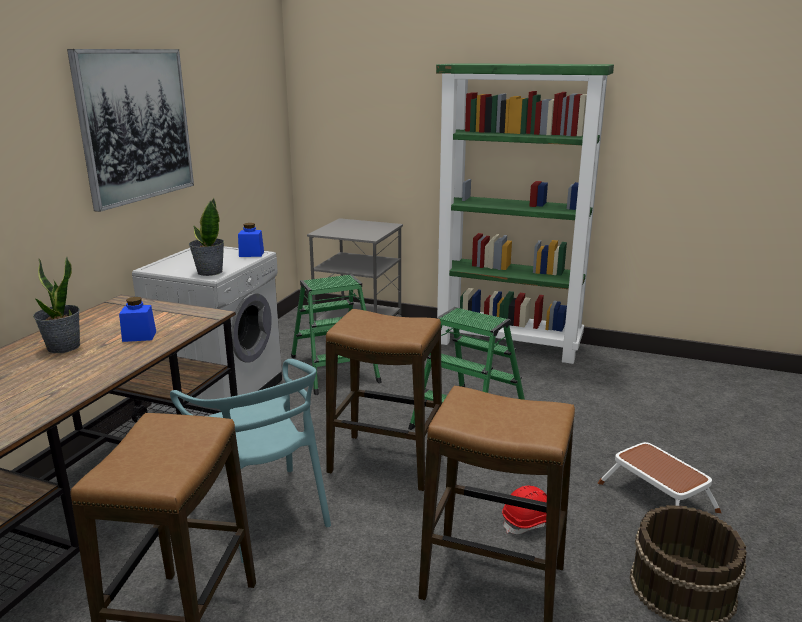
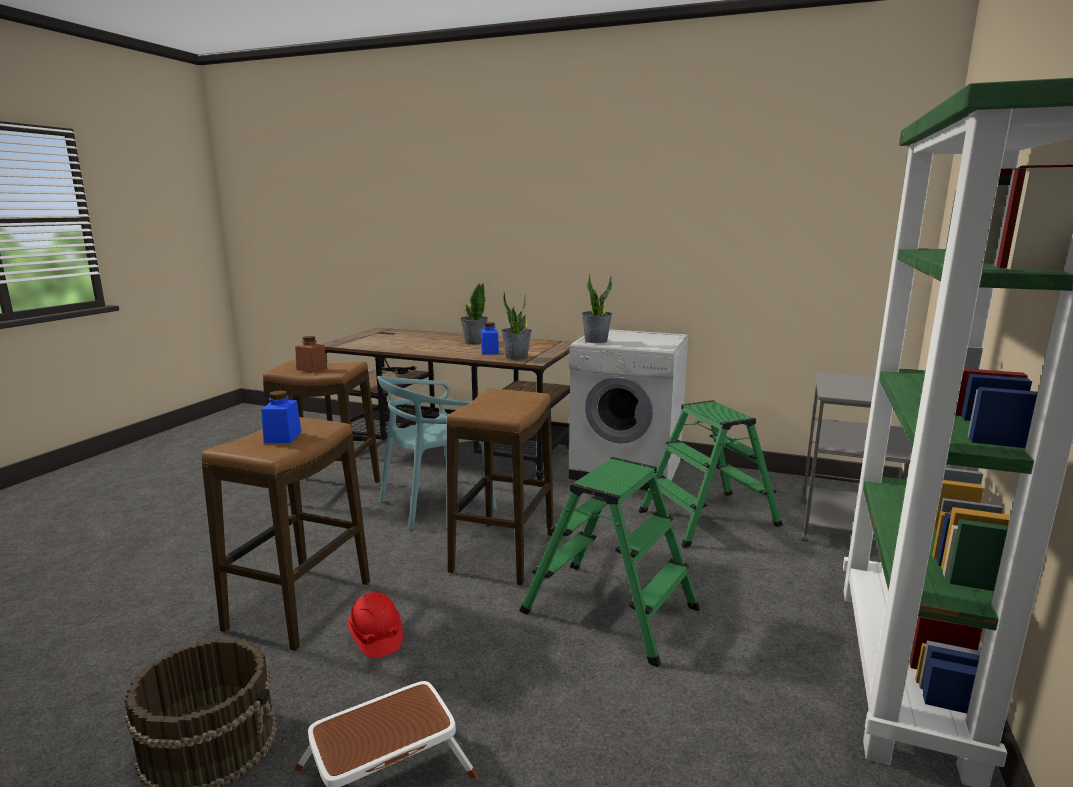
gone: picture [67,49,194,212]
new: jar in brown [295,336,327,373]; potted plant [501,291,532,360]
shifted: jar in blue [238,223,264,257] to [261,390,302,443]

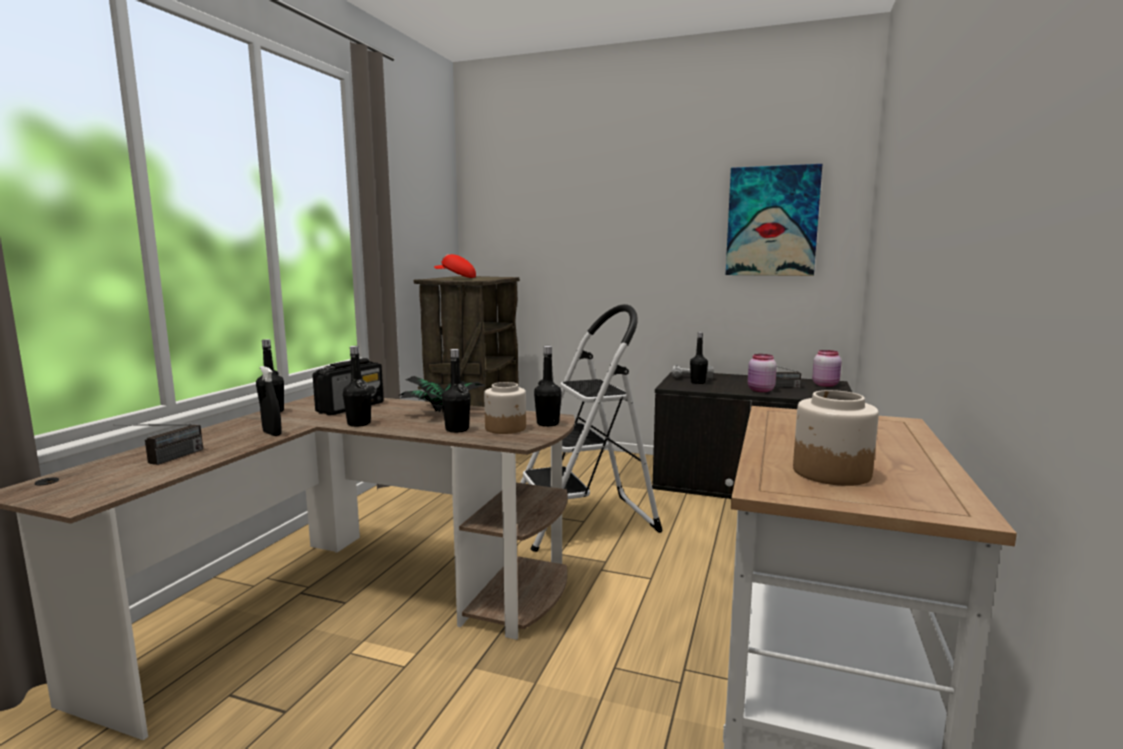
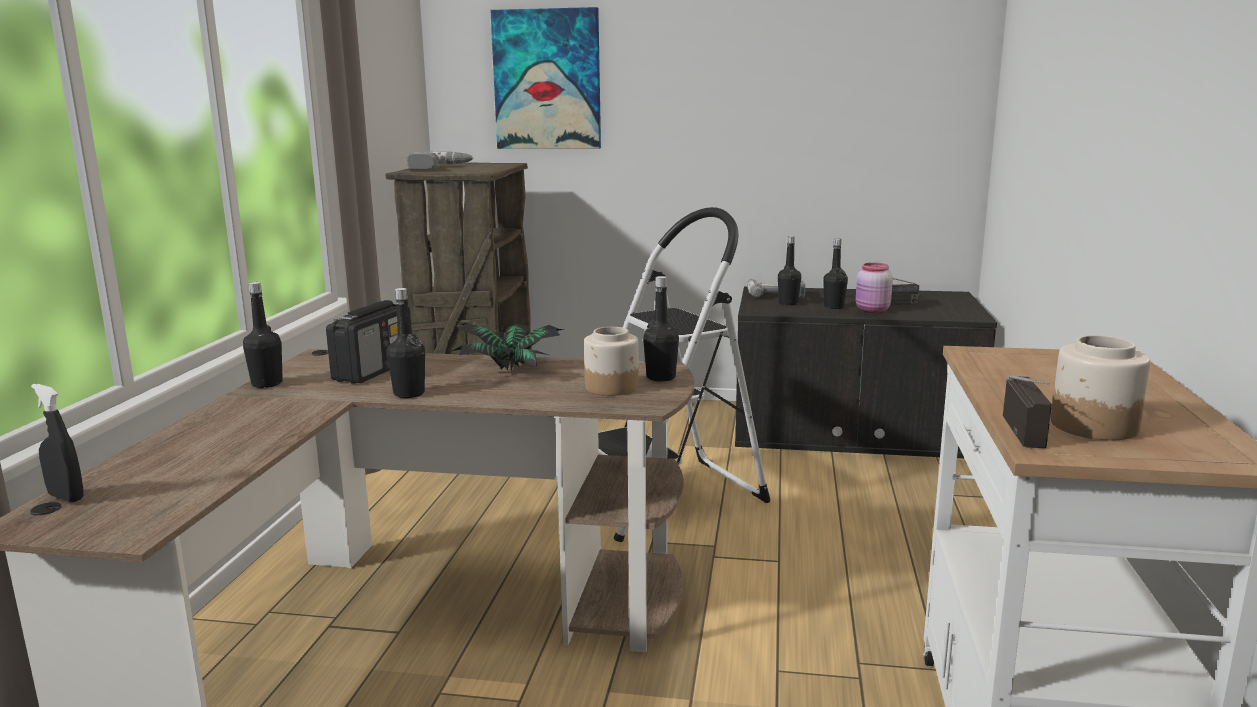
gone: jar in pink [812,350,841,387]
shifted: radio [113,423,203,465] to [1003,375,1052,448]; spray bottle in black [260,366,282,436] to [31,384,83,502]; bottle in black [442,349,471,433] to [823,239,848,309]; picture [726,164,822,276] to [490,7,601,149]
swapped: cap in red [434,254,476,278] to power drill [407,151,474,170]

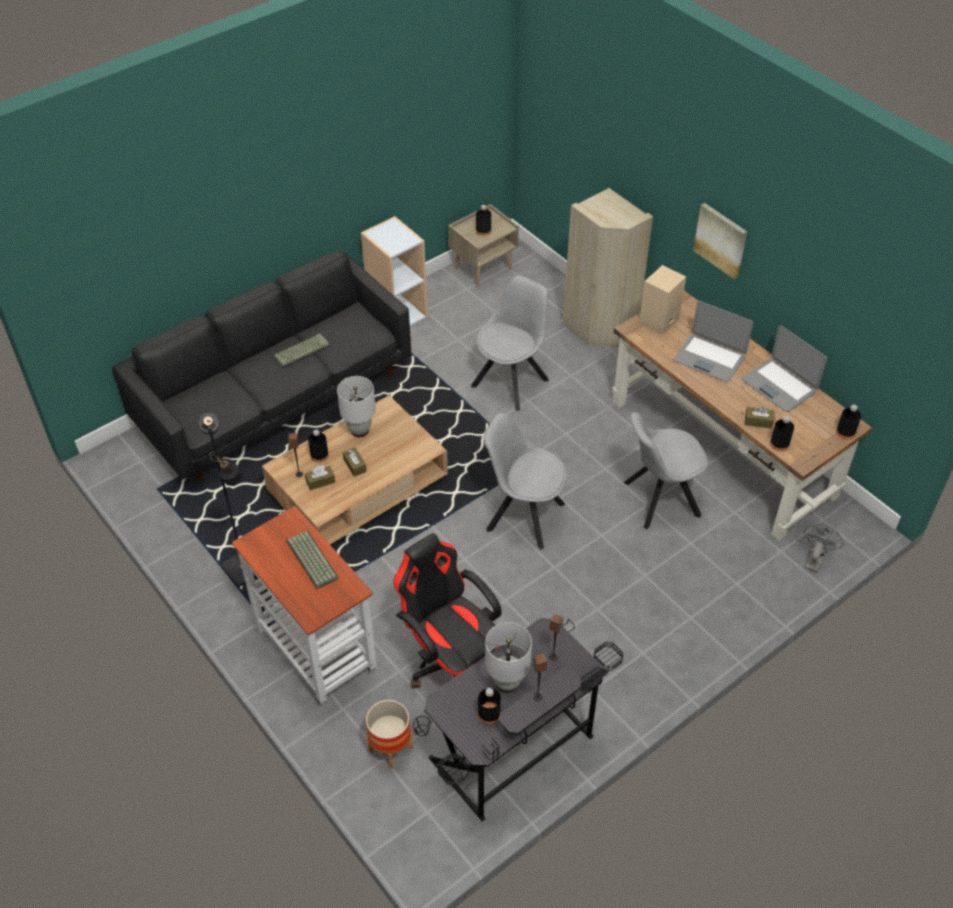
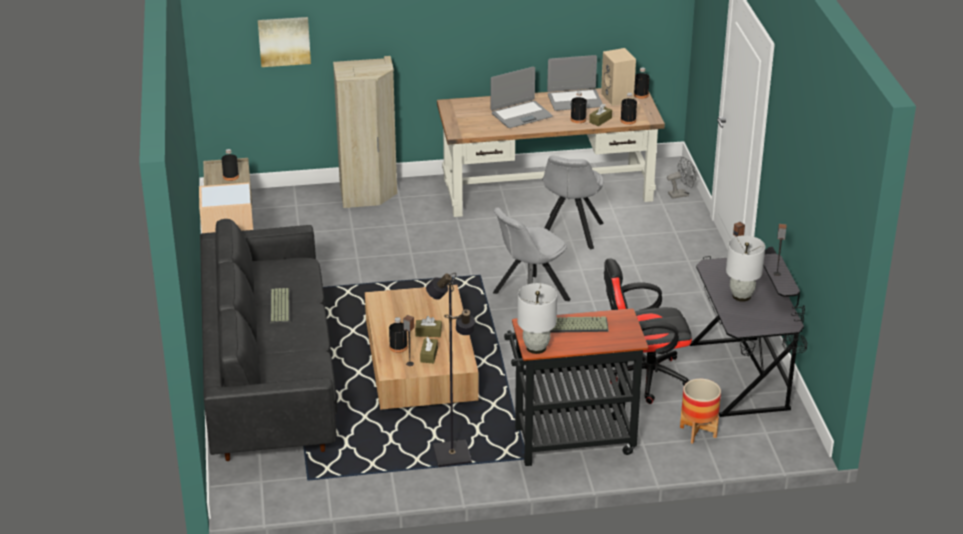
gone: chair in grey [471,276,549,411]
shifted: table lamp in white [337,376,376,437] to [517,283,557,354]; bottle in black [478,688,501,724] to [571,92,587,123]; speaker in beige [639,265,686,335] to [601,48,636,106]; picture [693,203,747,279] to [258,17,311,67]
repainted: cart in white [232,506,377,705] to cart in black [504,308,649,466]
rotated: fan in grey [804,524,844,573] = [667,157,696,199] 105 degrees clockwise

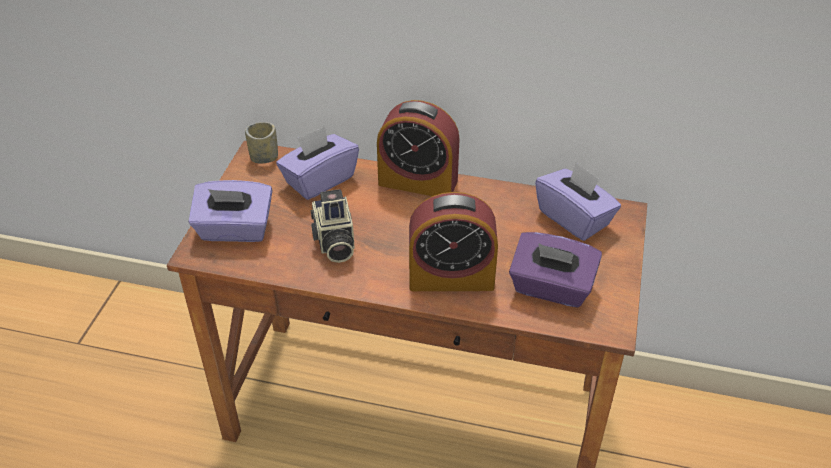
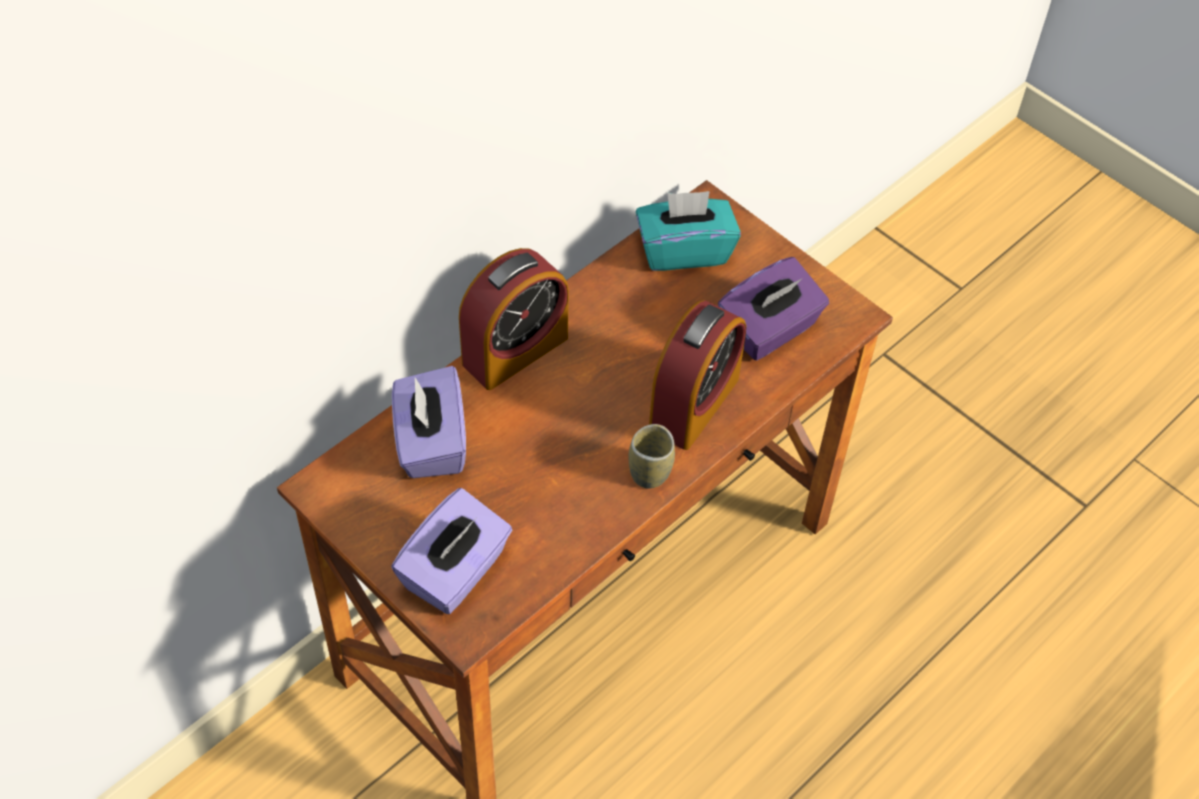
gone: photo camera [311,189,355,263]
shifted: cup [245,122,278,163] to [628,424,675,489]
repainted: tissue box in purple [535,162,621,241] to tissue box in turquoise [636,191,741,271]

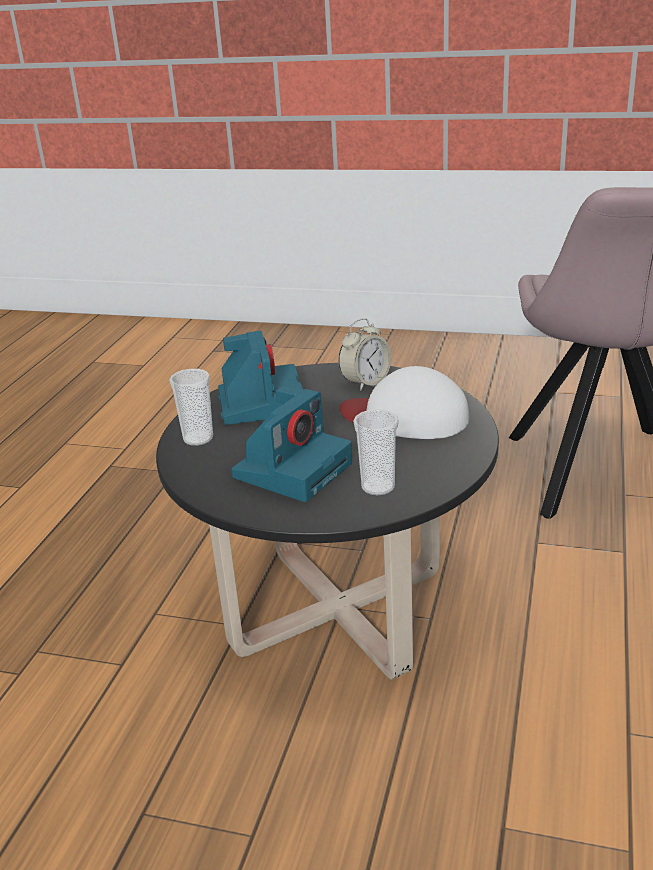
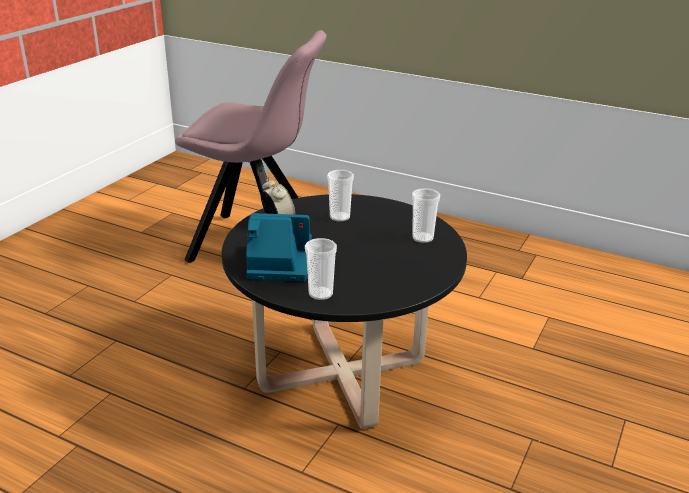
gone: photo camera [231,386,352,502]
swapped: cap in white [340,366,470,439] to cup [327,170,354,222]

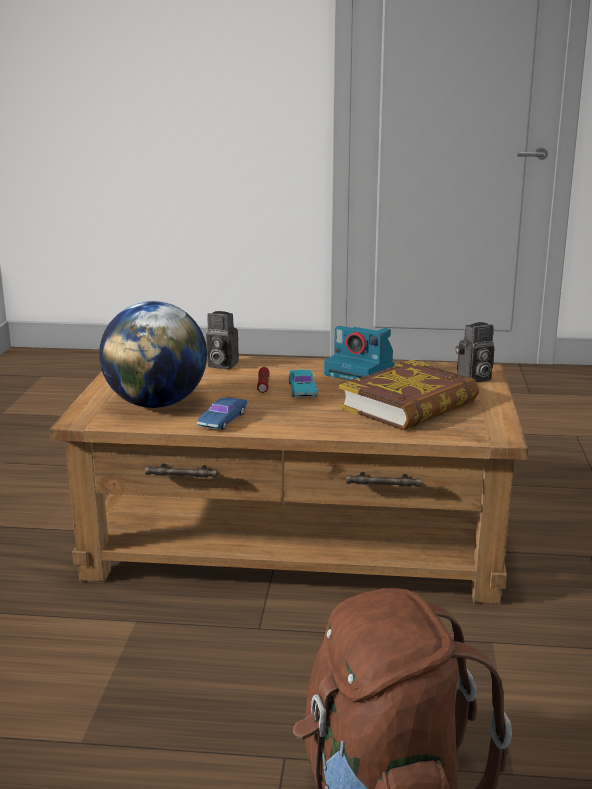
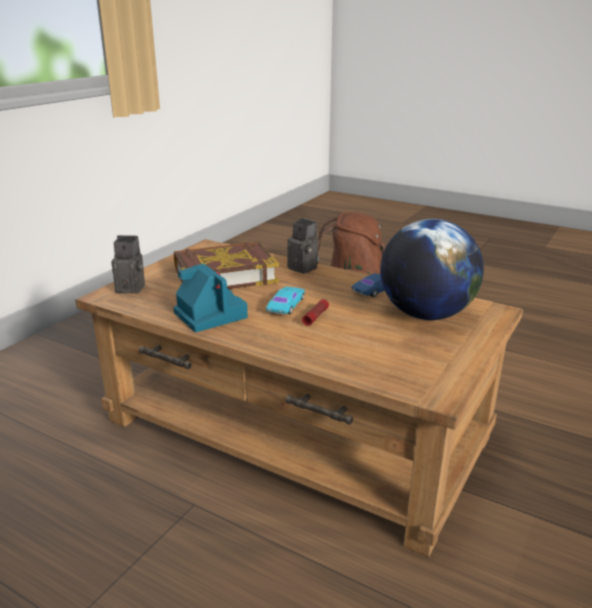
shifted: photo camera [206,311,239,369] to [287,218,318,274]

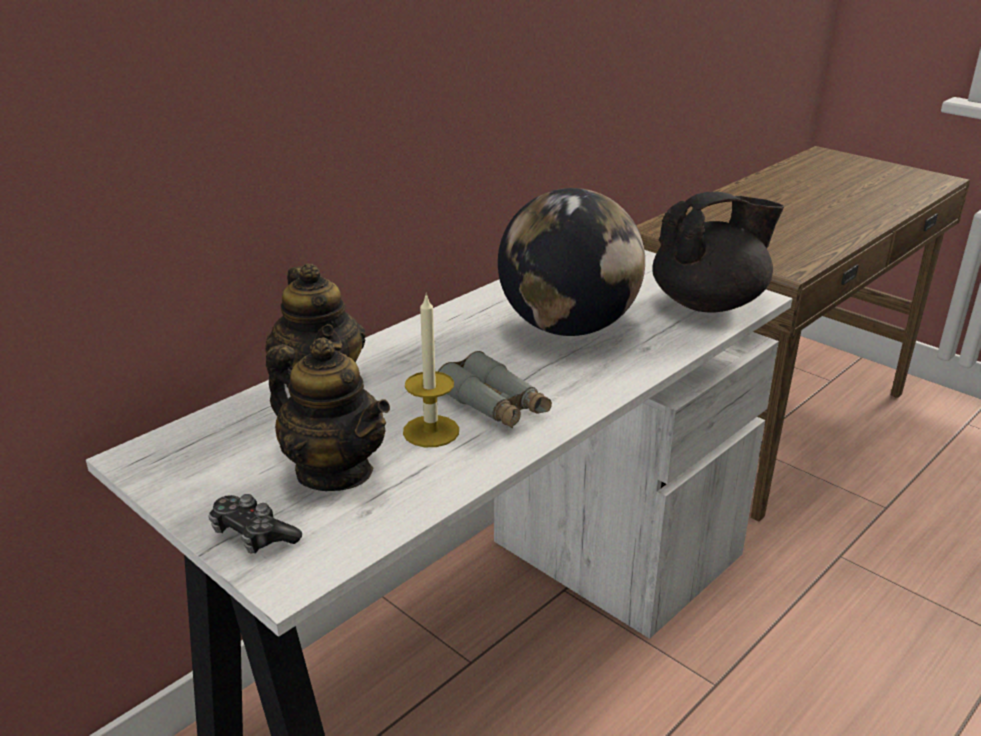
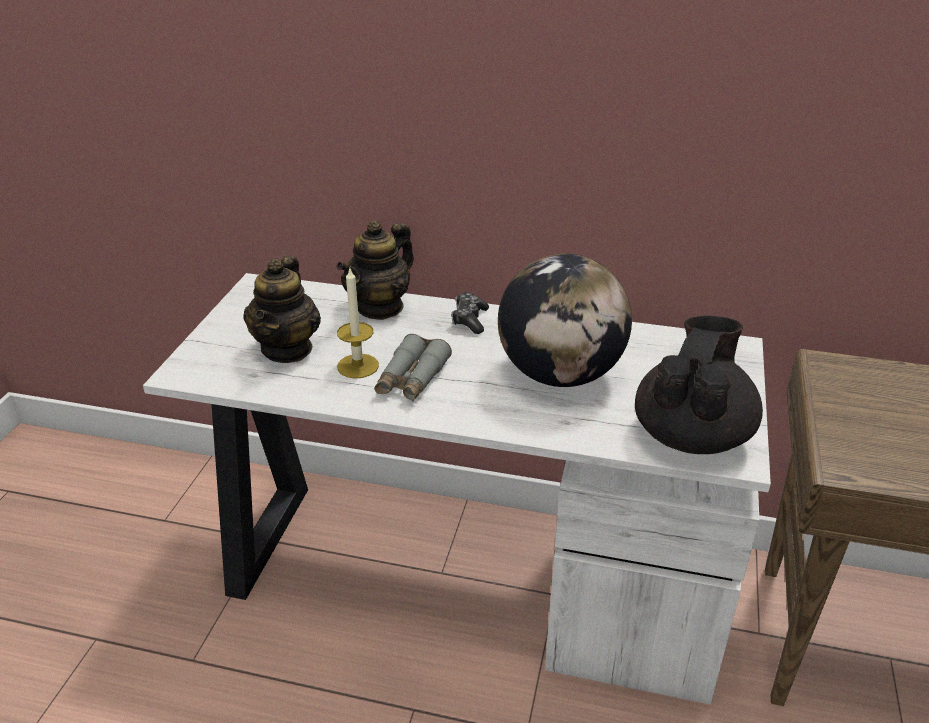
shifted: game controller [208,494,302,554] to [451,292,489,334]
rotated: teapot in black [652,192,784,313] = [635,316,763,454] 105 degrees counterclockwise

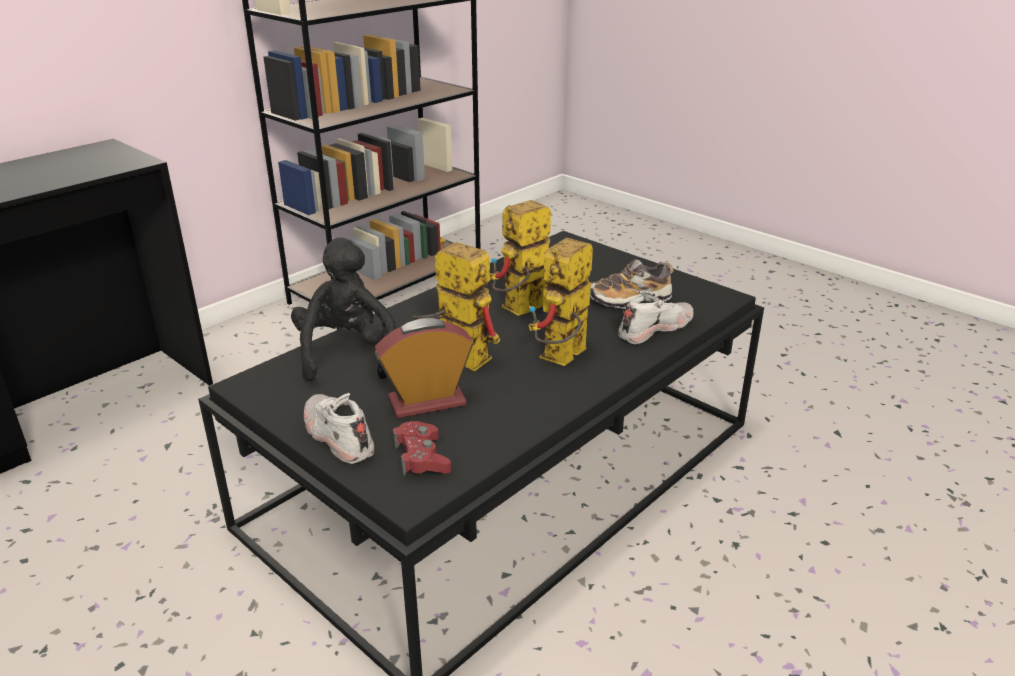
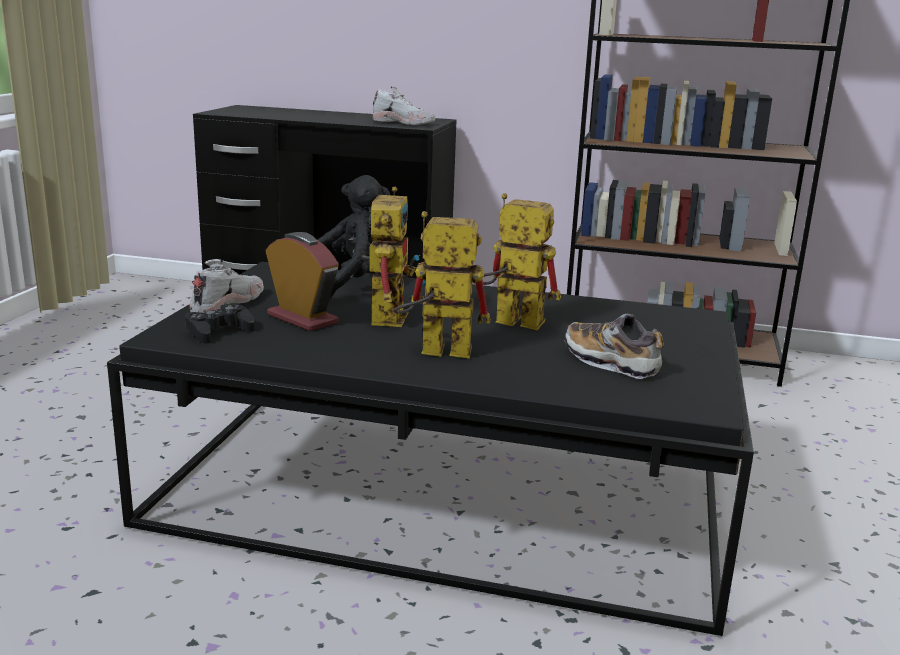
shifted: shoe in white [618,291,693,345] to [373,86,435,125]
repainted: game controller in red [393,421,451,477] to game controller in black [185,304,255,344]

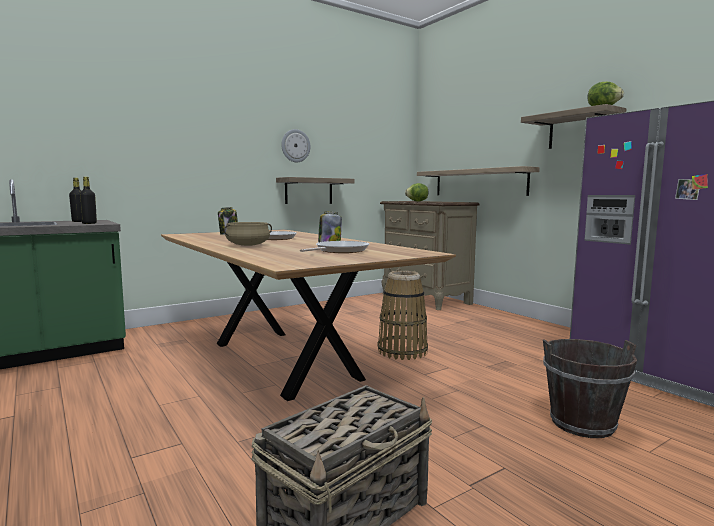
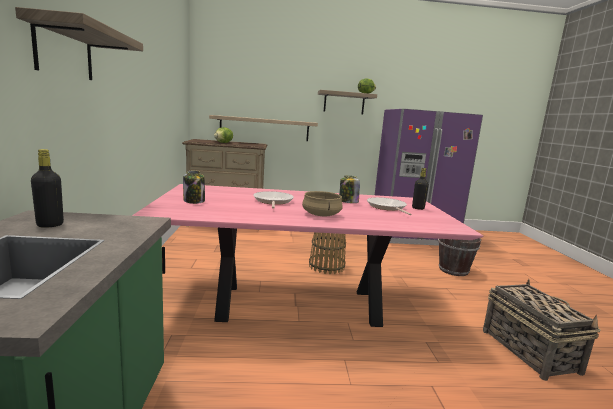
gone: wall clock [281,129,310,162]
shifted: bottle in black [79,177,97,224] to [412,168,429,210]; shelf [276,177,355,204] to [15,7,143,80]
repainted: dining table in brown [161,229,456,401] to dining table in pink [132,184,483,327]

